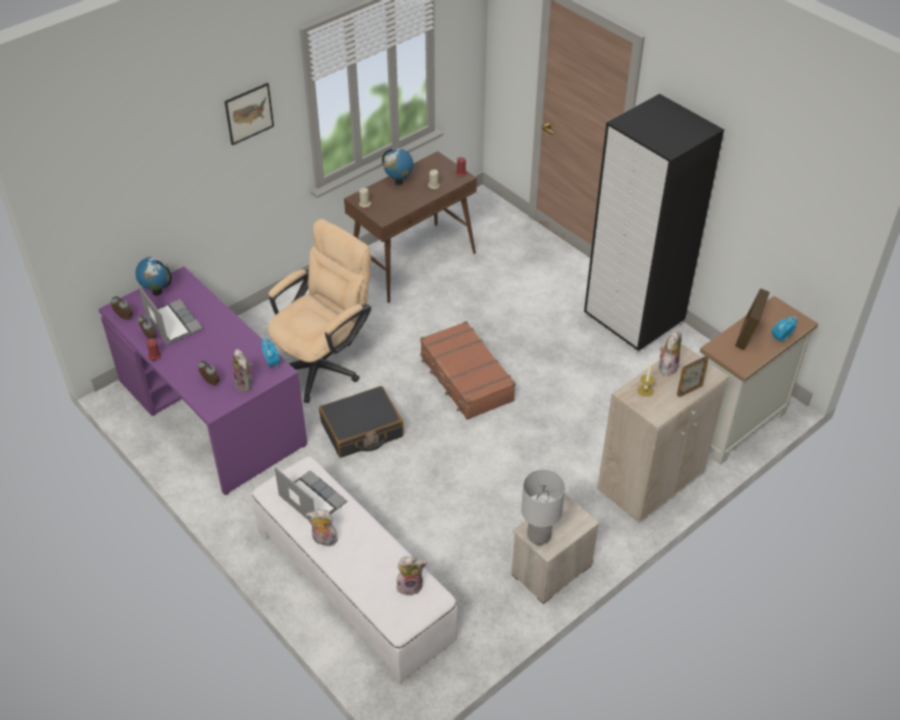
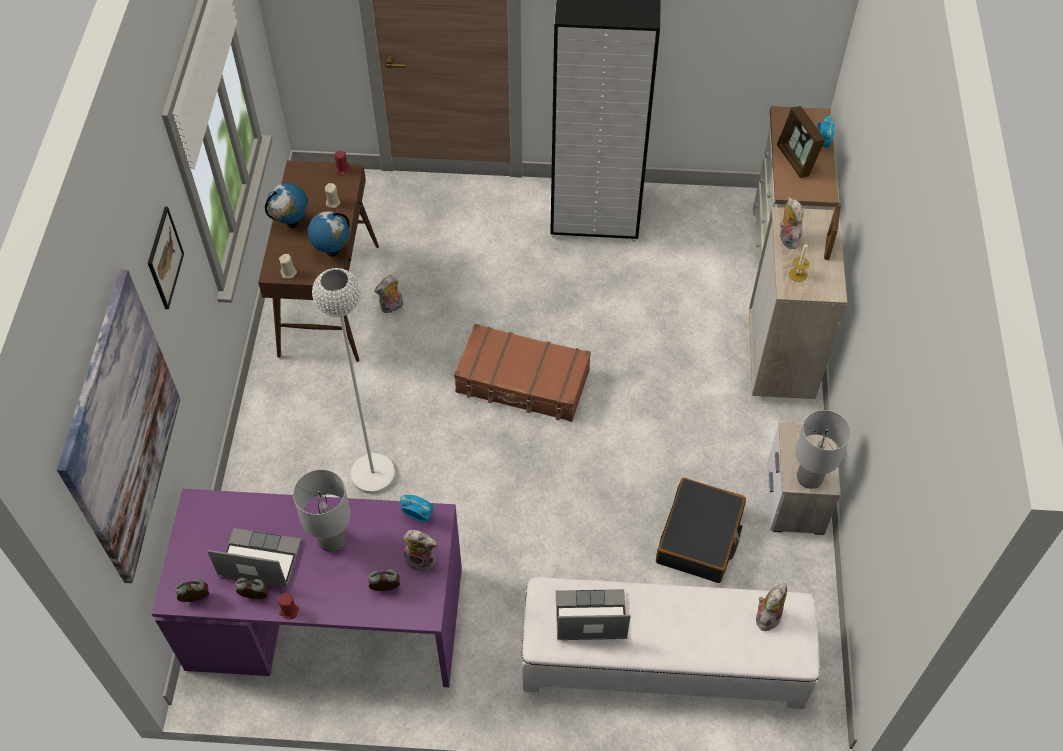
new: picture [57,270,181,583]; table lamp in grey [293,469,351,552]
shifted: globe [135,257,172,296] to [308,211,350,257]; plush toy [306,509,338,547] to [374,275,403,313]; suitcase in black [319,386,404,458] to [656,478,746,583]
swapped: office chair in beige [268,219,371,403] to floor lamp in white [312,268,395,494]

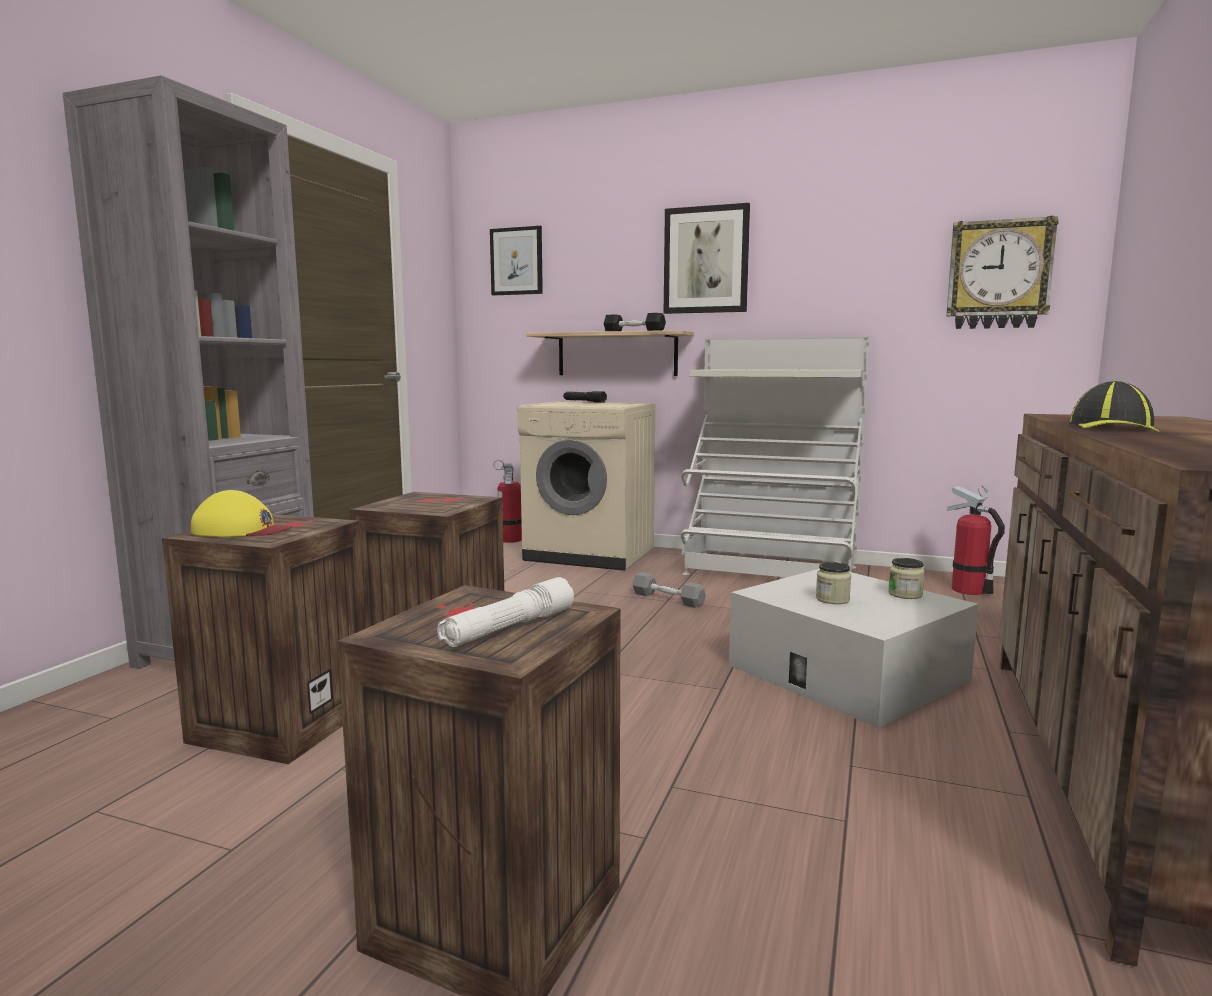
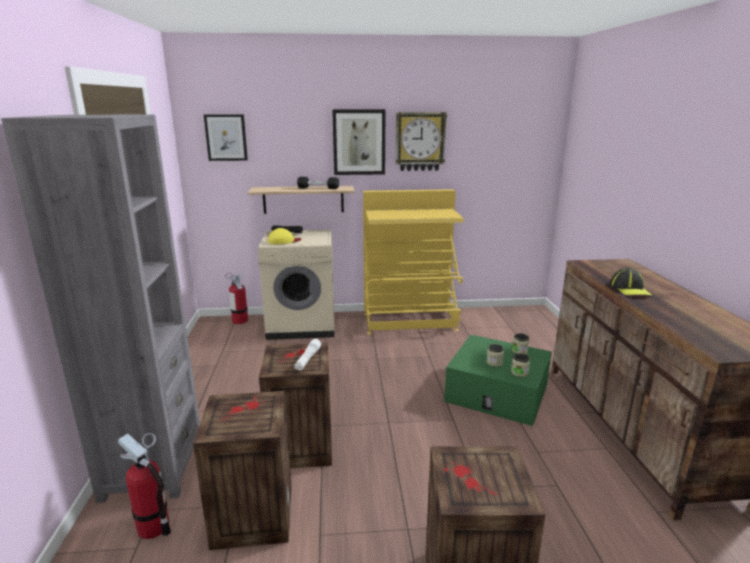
gone: dumbbell in grey [633,572,706,608]
new: jar [511,353,530,377]
shifted: cap in yellow [191,490,293,537] to [268,228,302,244]; flashlight in white [437,577,574,647] to [294,339,321,370]; wall clock [946,216,1059,329] to [396,112,447,171]; fire extinguisher [947,486,1005,595] to [118,433,171,539]
repainted: shoe rack in white [681,337,870,577] to shoe rack in yellow [363,189,464,334]; storage box in white [729,569,978,728] to storage box in green [444,335,552,426]

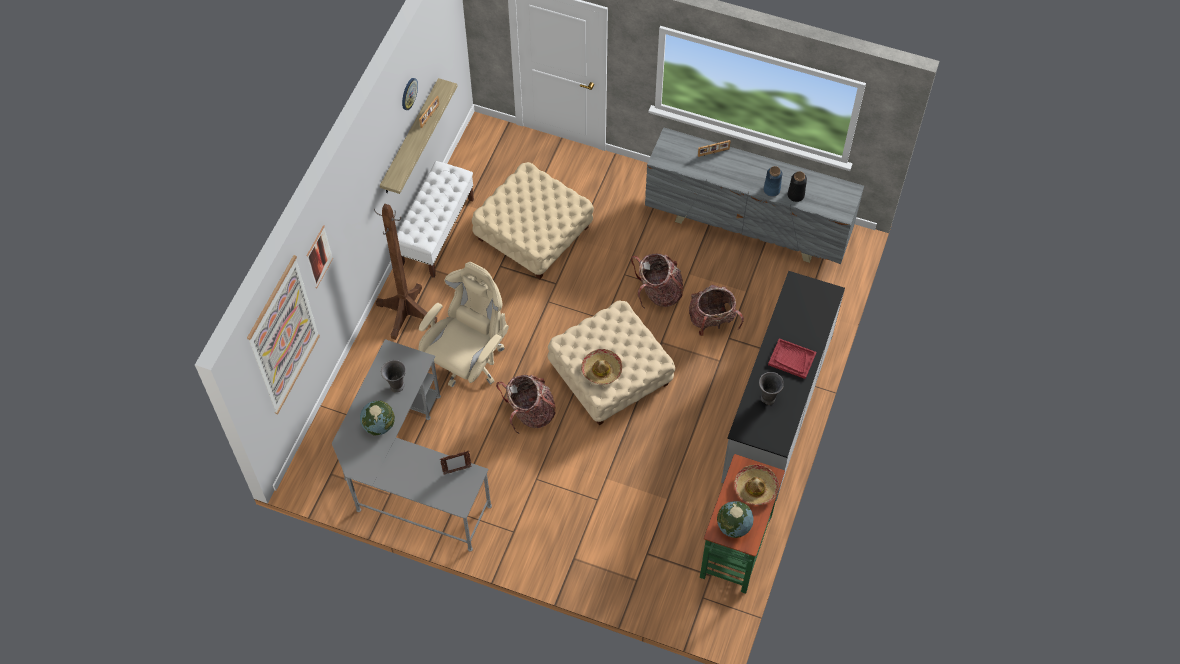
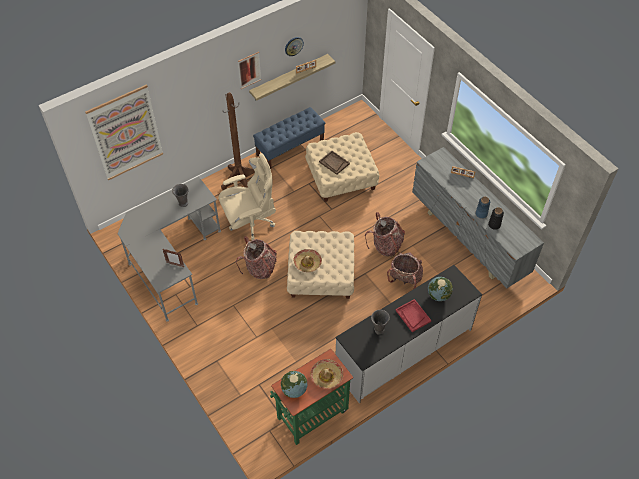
new: tray in brown [319,151,350,175]
shifted: picture [306,225,333,288] to [238,52,261,89]; globe [360,401,395,435] to [428,277,453,301]
repainted: bench in white [397,161,474,278] to bench in blue [253,107,325,169]

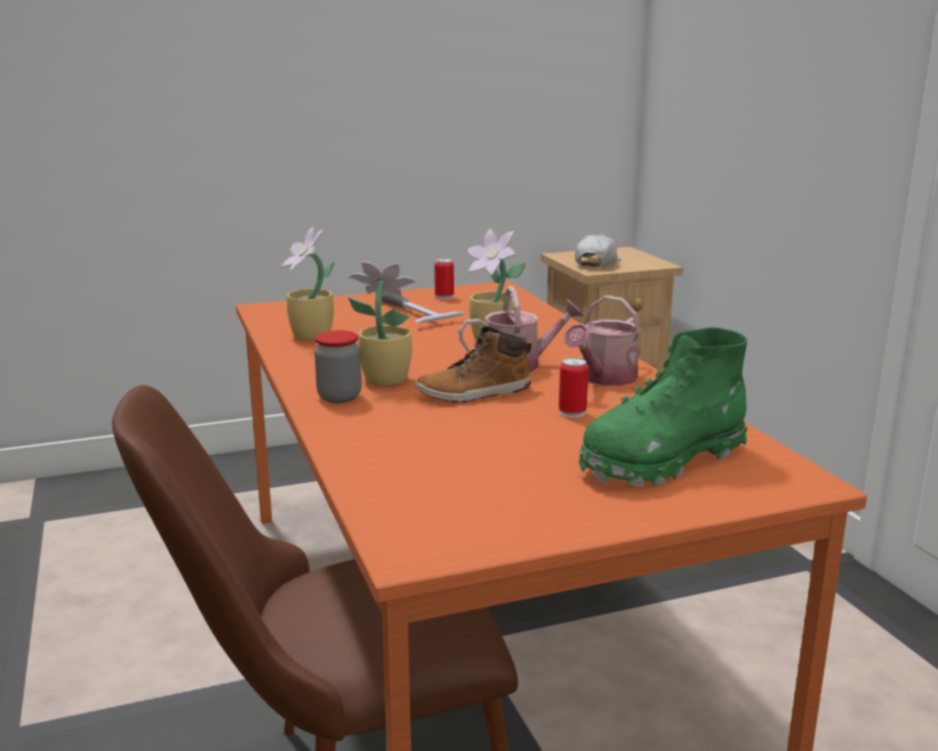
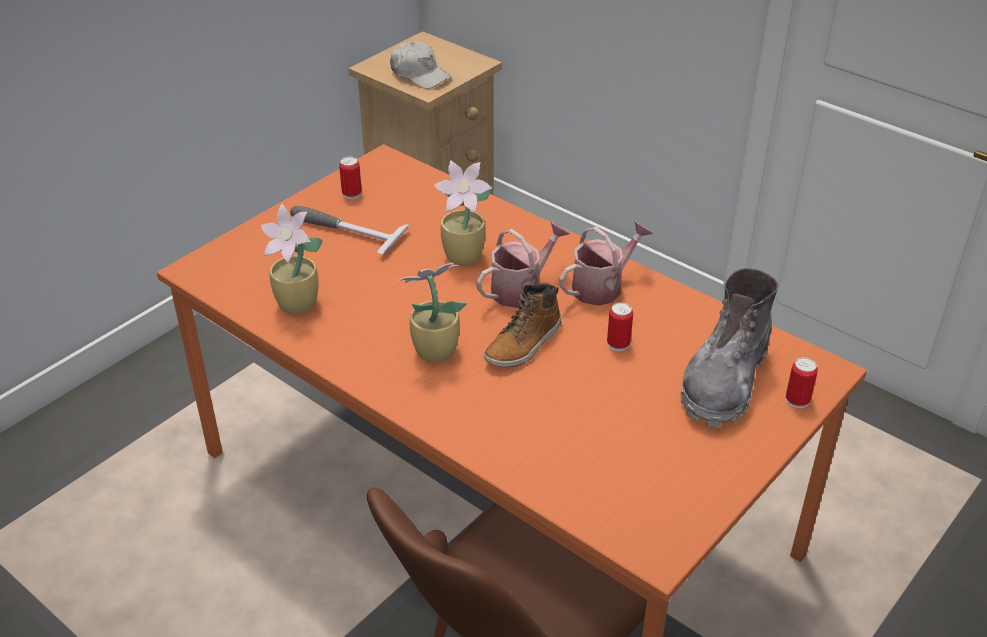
gone: jar [314,330,362,403]
new: can [786,357,818,408]
repainted: boot in green [579,327,748,486] to boot in grey [681,268,779,428]
rotated: watering can [564,295,641,386] = [559,221,653,306] 135 degrees counterclockwise; cap in white [575,234,621,267] = [390,42,451,89] 135 degrees clockwise

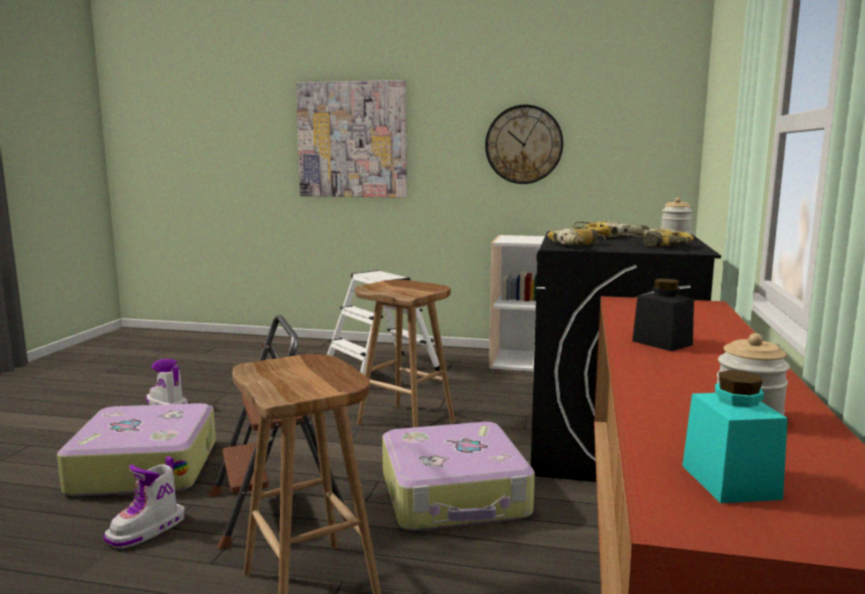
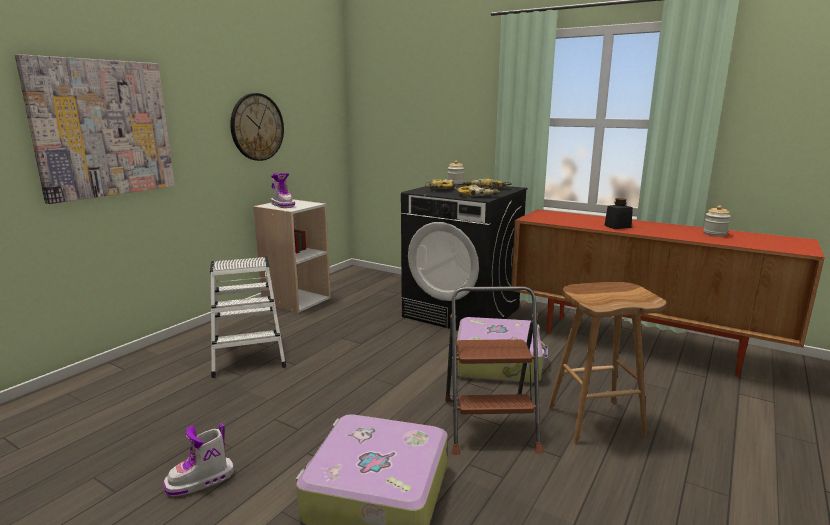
gone: stool in brown [355,280,455,427]; jar in turquoise [682,370,788,503]
shifted: boot [103,456,185,548] to [270,173,295,208]

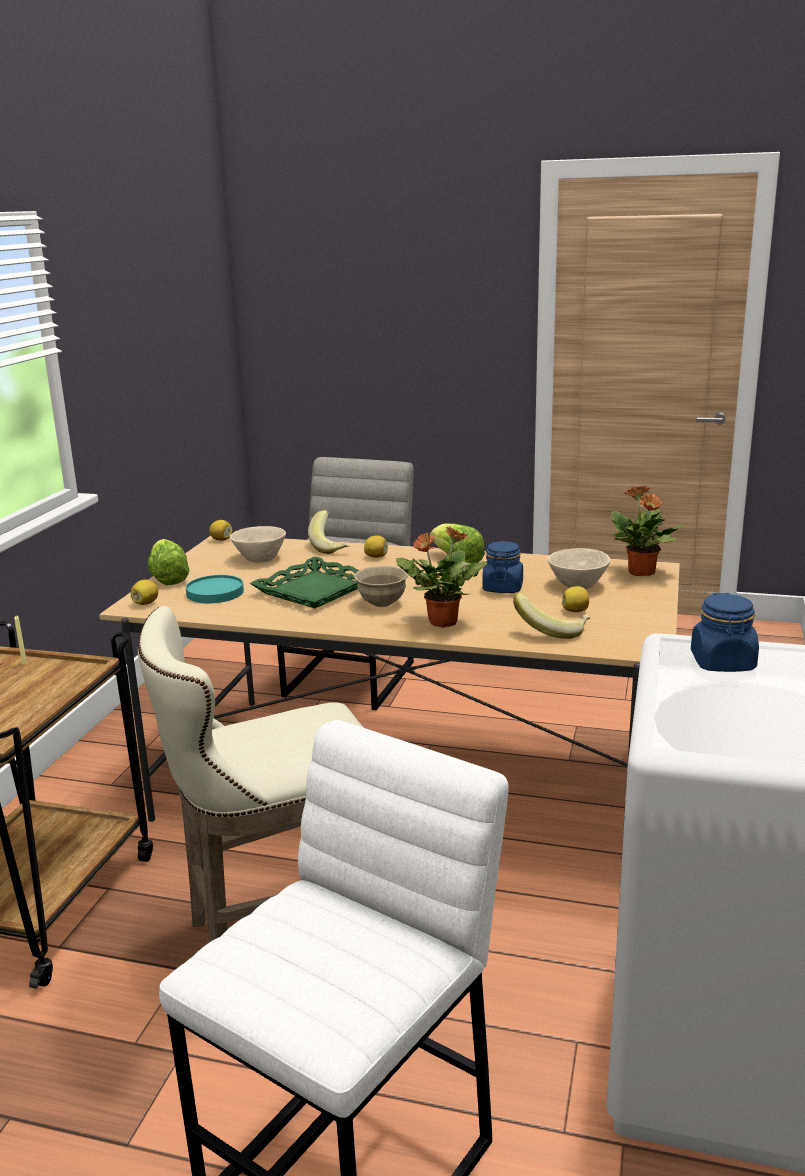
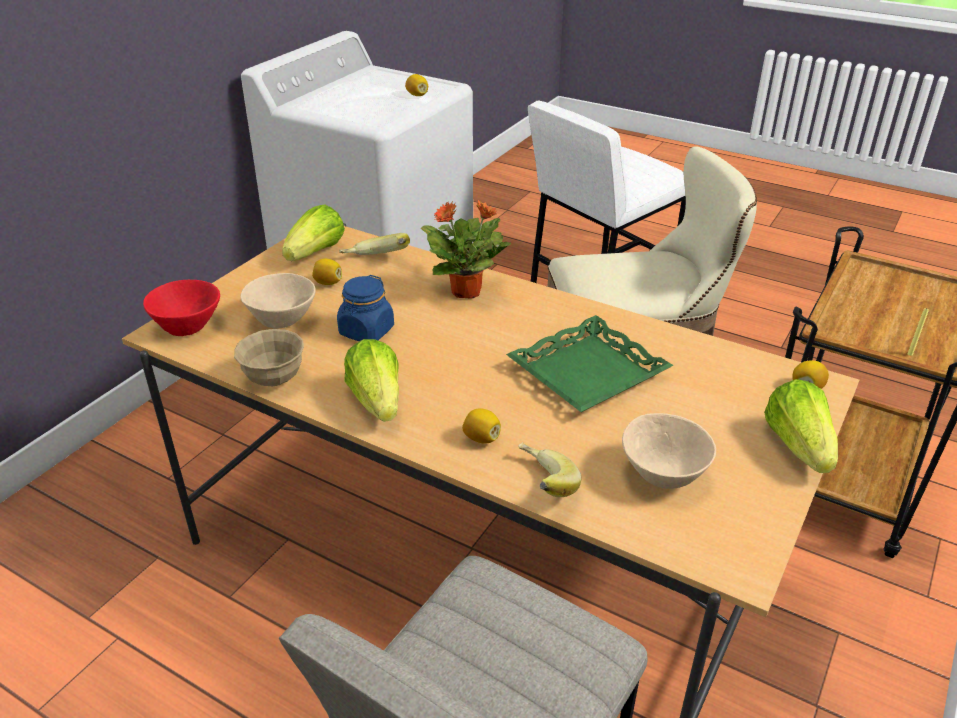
gone: plate in turquoise [186,575,244,603]; jar in blue [691,593,759,672]
new: lettuce [282,205,345,261]
shifted: lemon [209,520,233,541] to [405,74,428,96]; bowl in beige [354,566,409,607] to [234,329,304,386]
swapped: potted plant [611,486,686,576] to bowl in red [143,280,220,336]

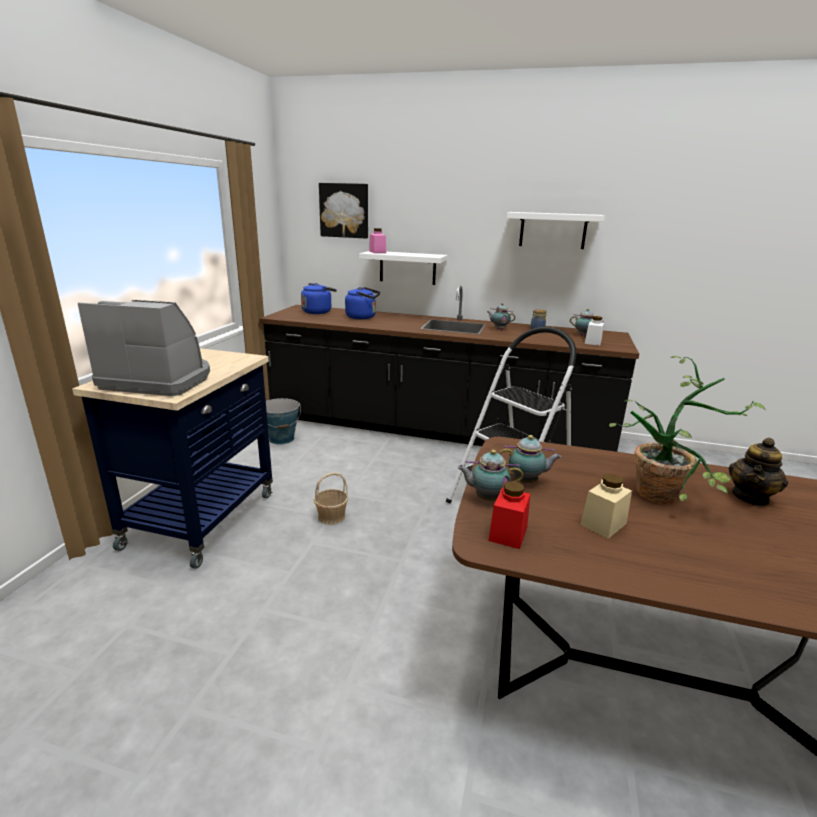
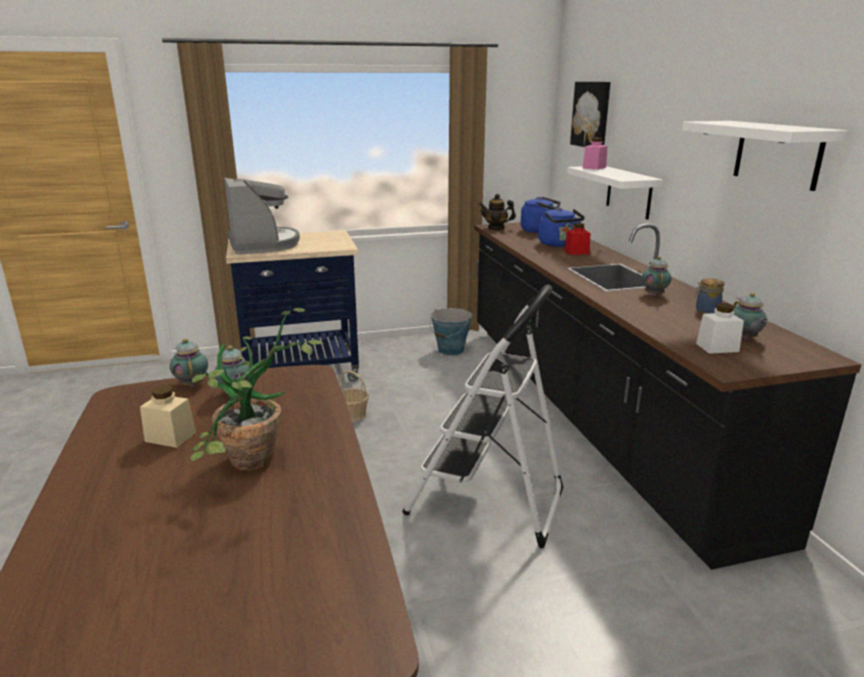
shifted: jar in red [489,481,530,549] to [564,223,590,255]; teapot [729,437,788,507] to [479,194,516,230]

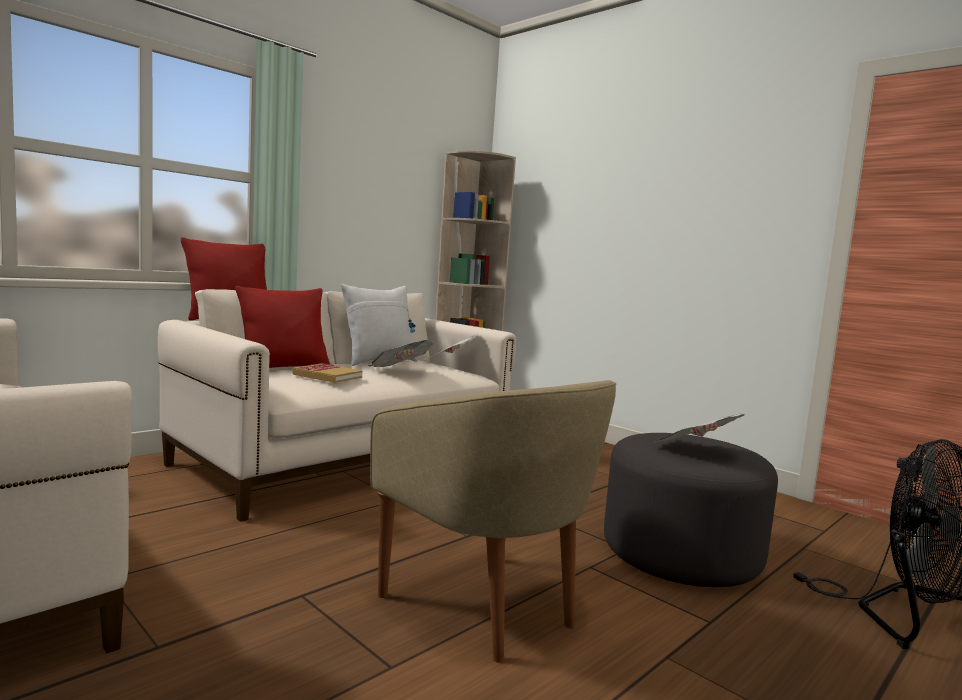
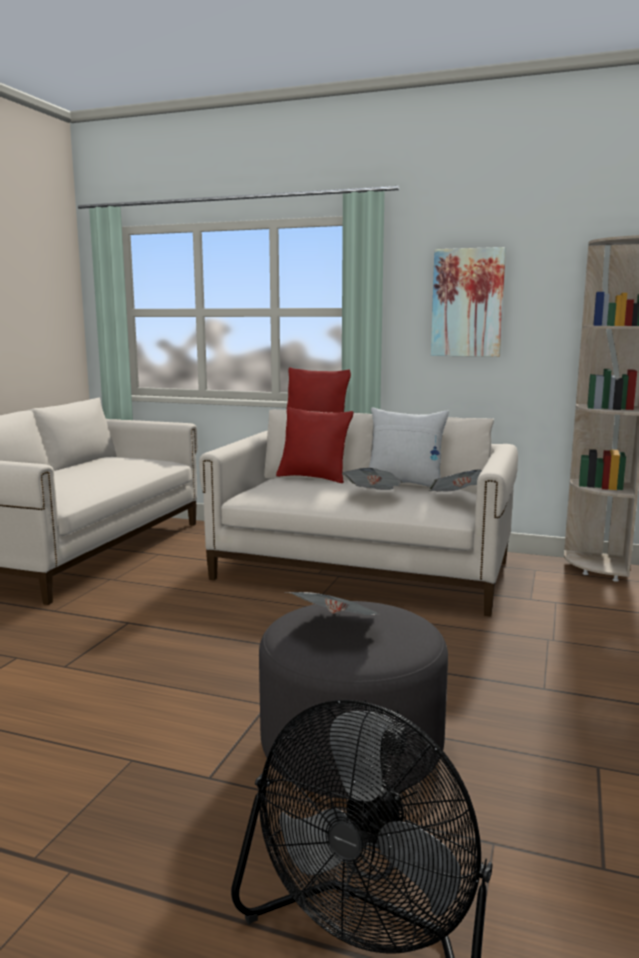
gone: book [292,363,362,383]; armchair in beige [370,380,616,663]
new: picture [431,247,506,357]

